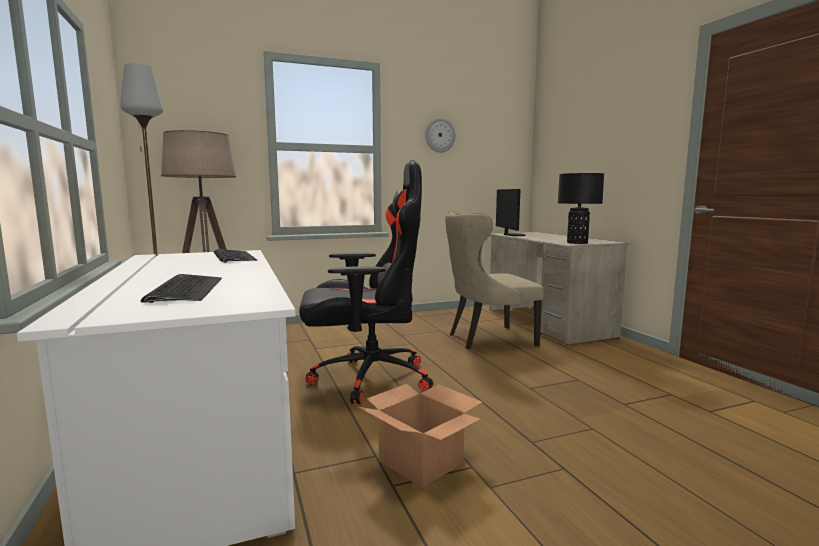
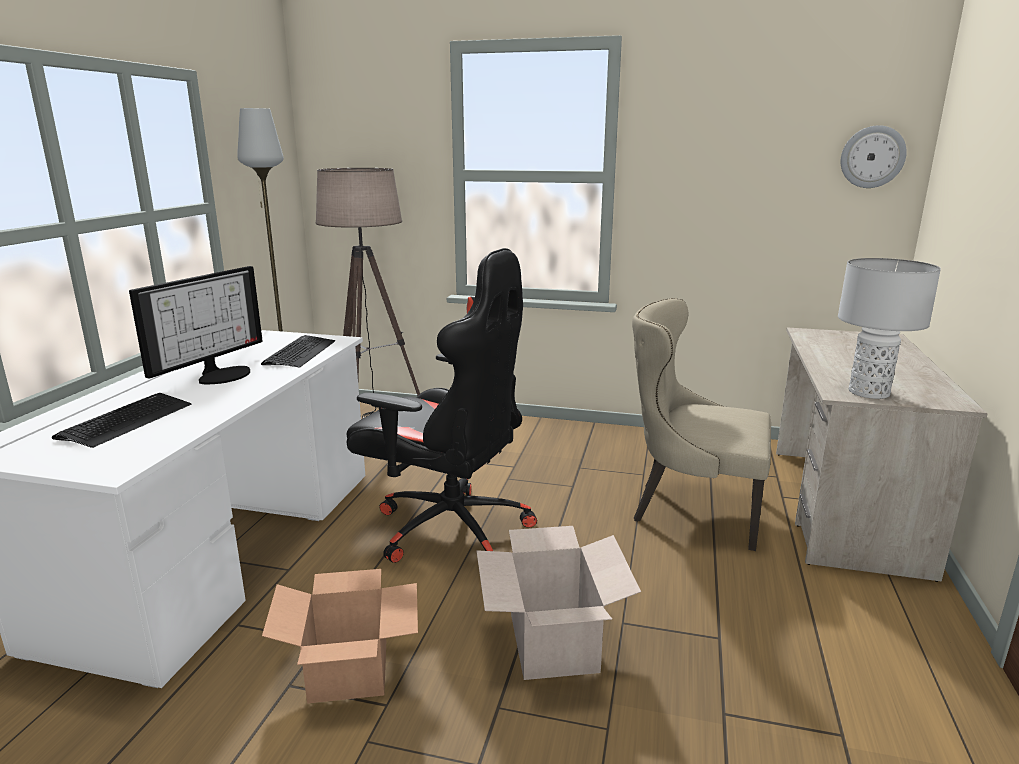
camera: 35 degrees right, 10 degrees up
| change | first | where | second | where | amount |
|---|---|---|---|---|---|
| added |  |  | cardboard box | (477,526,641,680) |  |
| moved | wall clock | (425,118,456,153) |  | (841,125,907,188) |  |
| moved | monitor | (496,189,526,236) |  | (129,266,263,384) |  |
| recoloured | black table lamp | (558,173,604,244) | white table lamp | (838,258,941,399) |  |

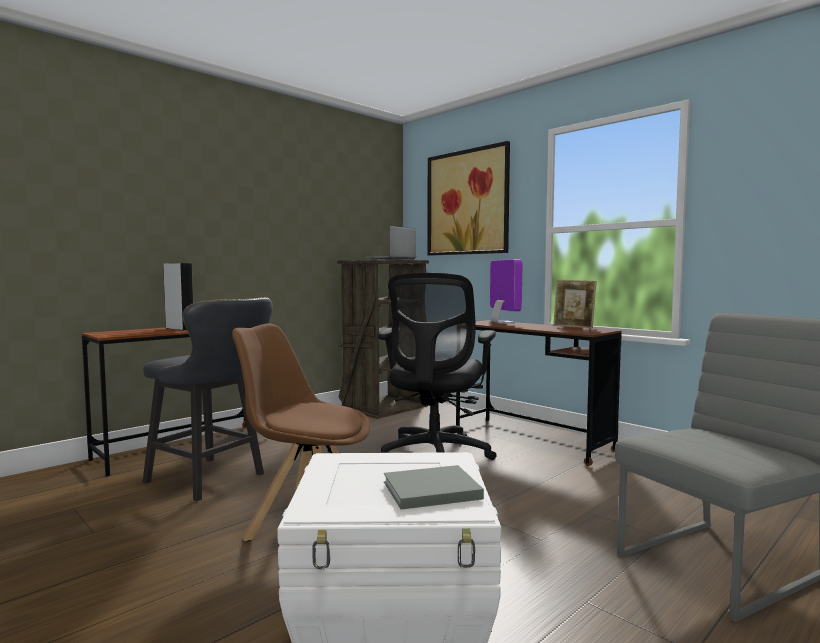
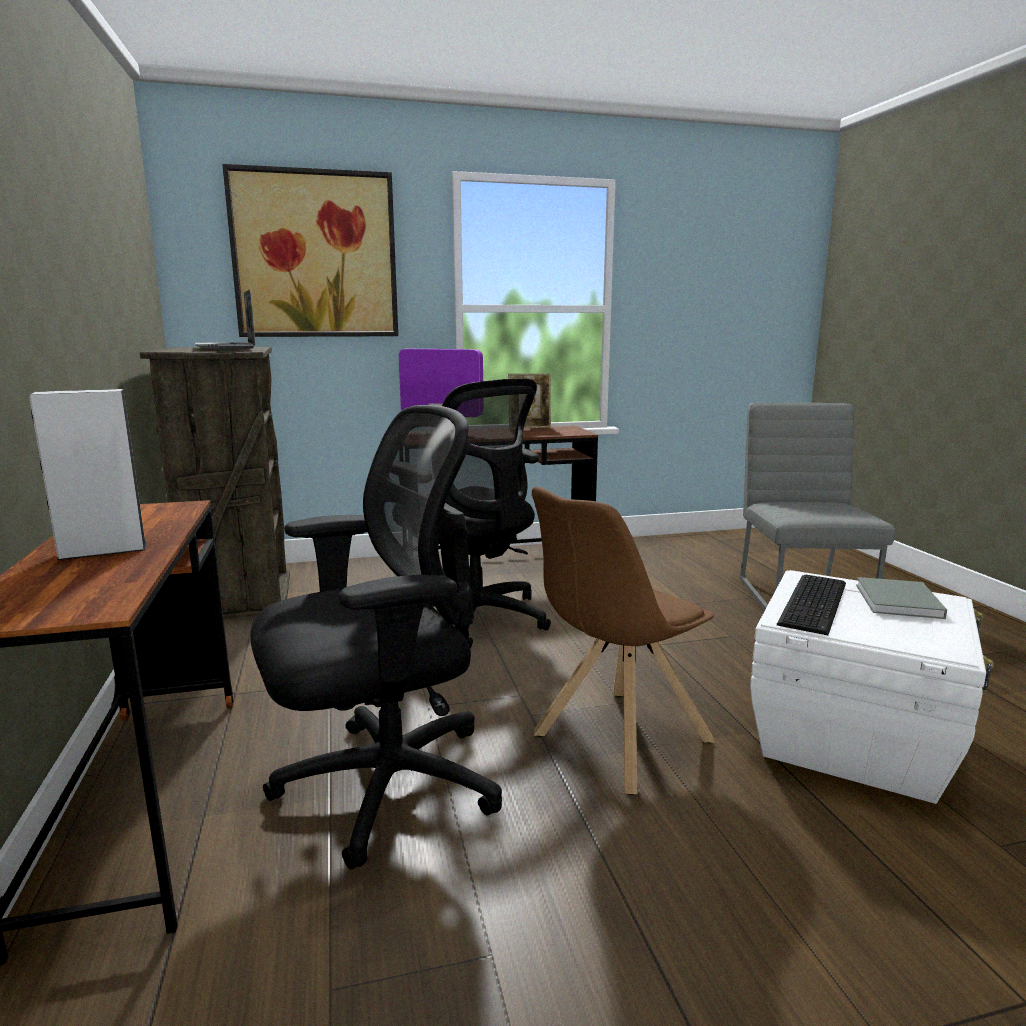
camera: 60 degrees left, 10 degrees up
| change | first | where | second | where | amount |
|---|---|---|---|---|---|
| added |  |  | keyboard | (777,575,846,635) |  |
| replaced | grey stool | (142,297,273,501) | black office chair | (251,405,502,870) |  |

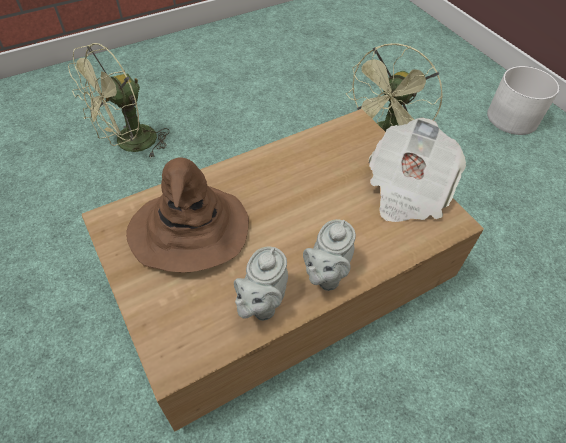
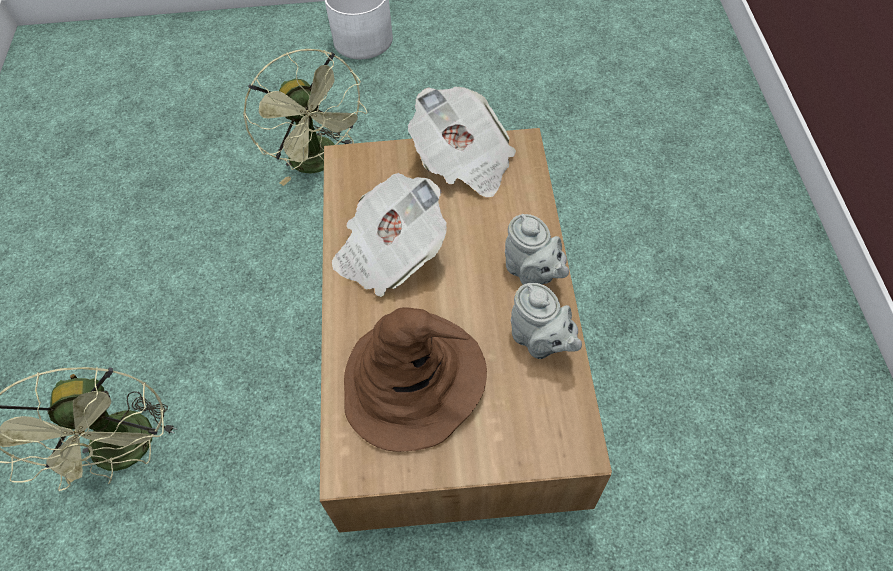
camera: 60 degrees left, 5 degrees up
| change | first | where | second | where | amount |
|---|---|---|---|---|---|
| added |  |  | newspaper | (332,173,447,297) |  |

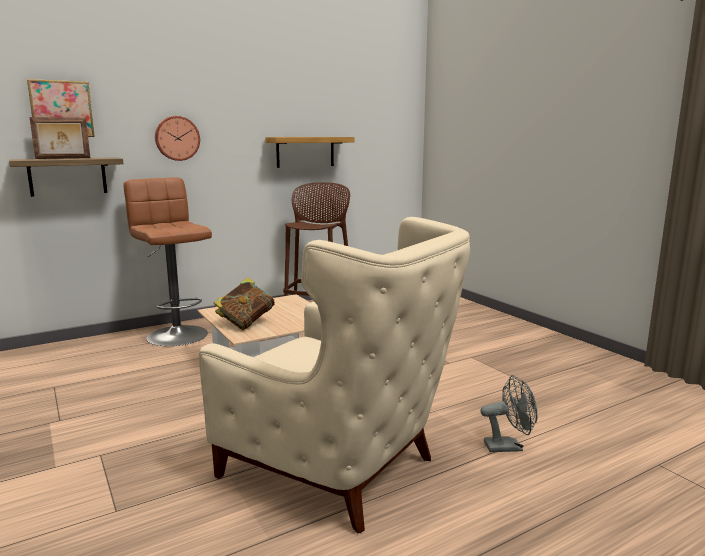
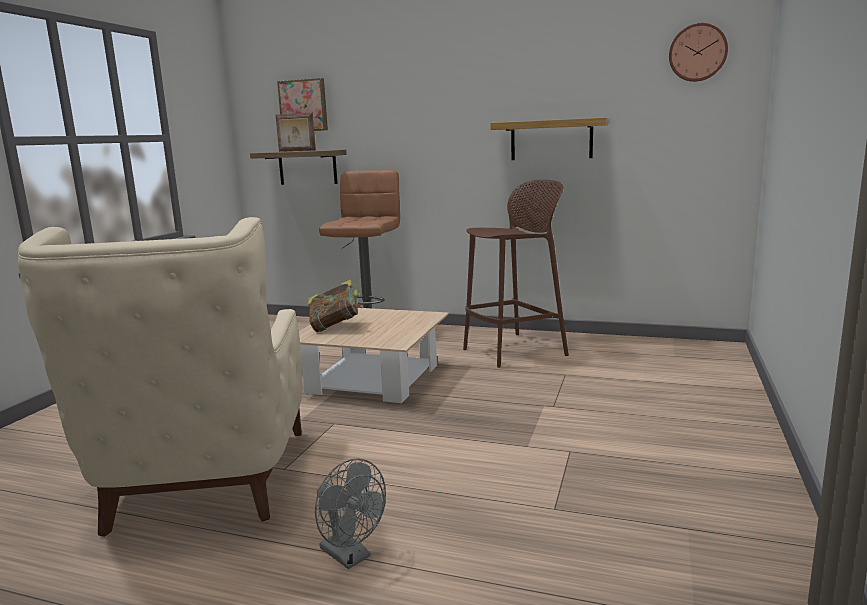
camera: 50 degrees right, 0 degrees up
| change | first | where | second | where | amount |
|---|---|---|---|---|---|
| moved | wall clock | (155,116,200,161) |  | (669,23,728,82) |  |

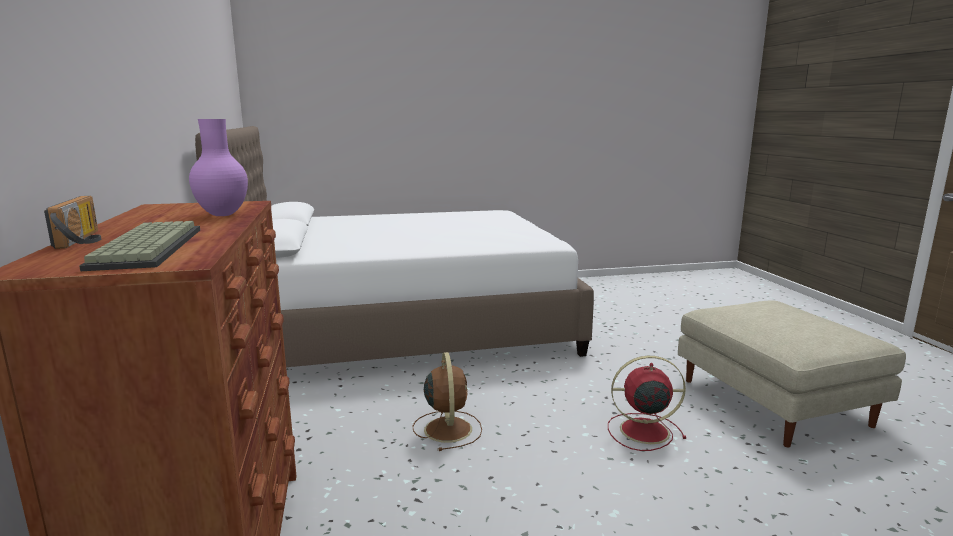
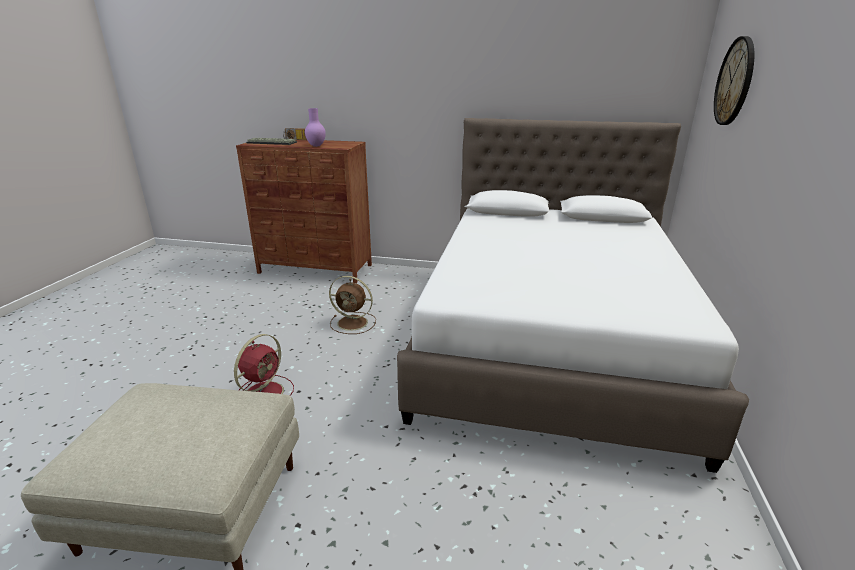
camera: 115 degrees right, 10 degrees up
| change | first | where | second | where | amount |
|---|---|---|---|---|---|
| added |  |  | wall clock | (714,36,755,125) |  |

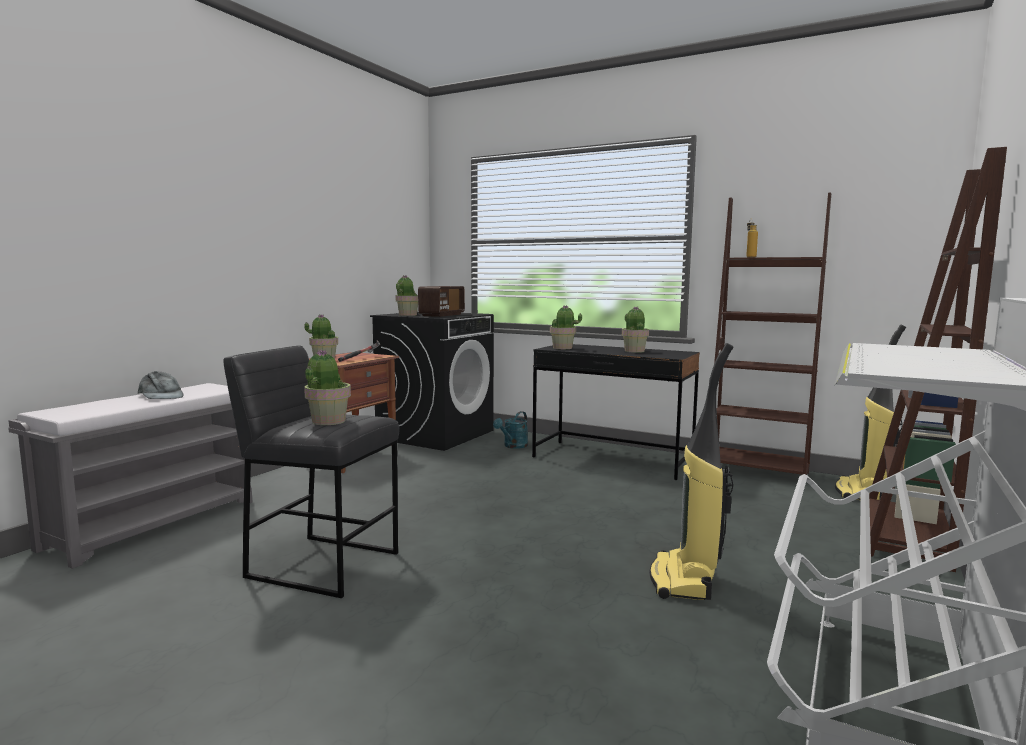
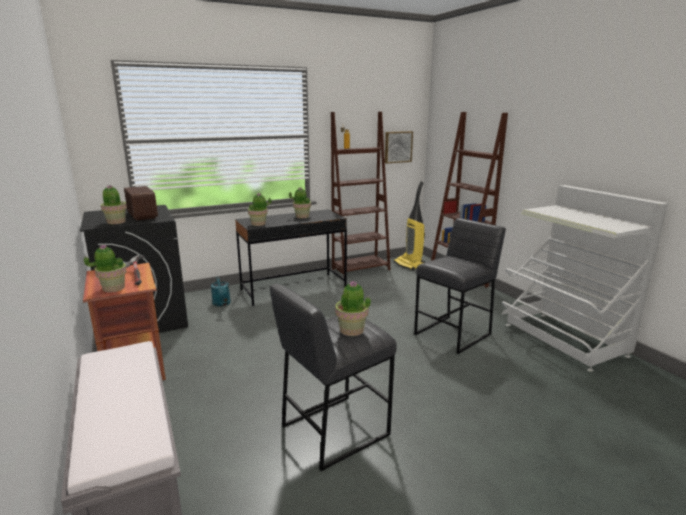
camera: 55 degrees left, 10 degrees up
| change | first | where | second | where | amount |
|---|---|---|---|---|---|
| removed | grey cap | (138,371,184,399) |  |  |  |
| added |  |  | picture | (385,131,413,163) |  |
| replaced | vacuum cleaner | (649,343,733,600) | grey stool | (414,218,506,354) |  |

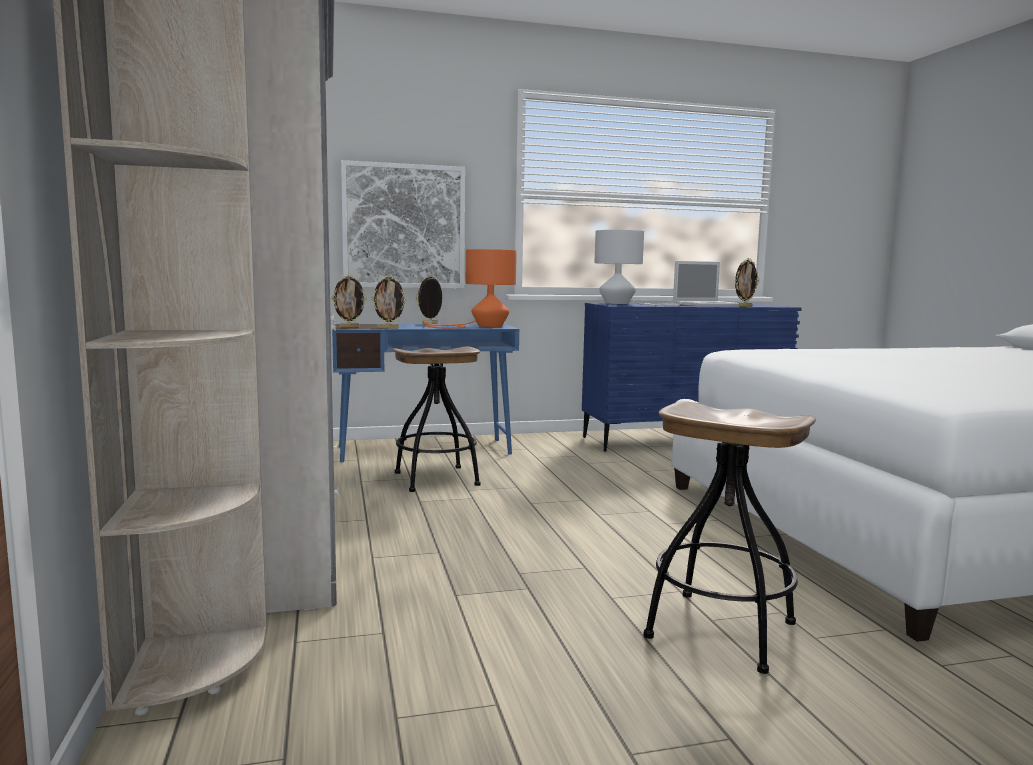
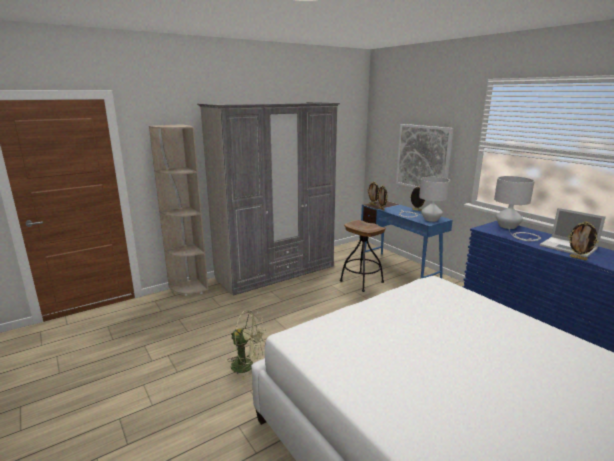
camera: 70 degrees right, 10 degrees up
| change | first | where | second | where | amount |
|---|---|---|---|---|---|
| replaced | brown stool | (644,401,816,674) | green fan | (227,310,266,380) |  |
| recoloured | orange table lamp | (423,249,517,328) | white table lamp | (399,177,450,222) |  |

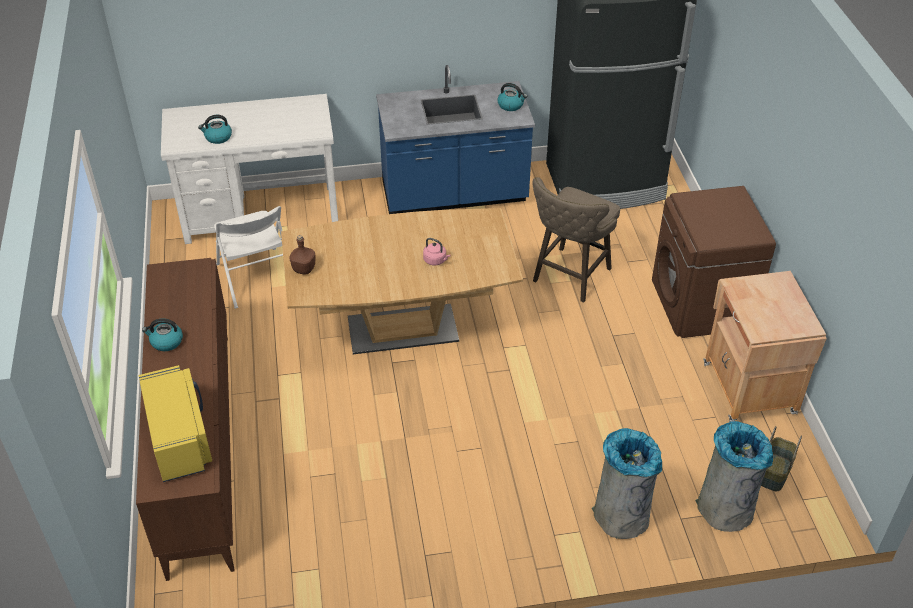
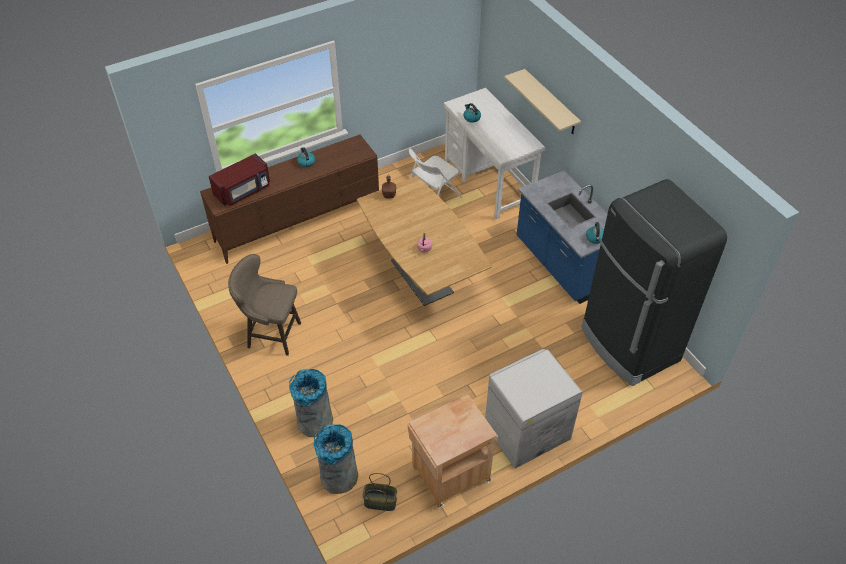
camera: 70 degrees right, 5 degrees up
| change | first | where | second | where | amount |
|---|---|---|---|---|---|
| added |  |  | beige shelf | (504,69,581,134) |  |
| moved | beige stool | (533,177,620,303) |  | (228,254,301,356) |  |
| recoloured | yellow microwave | (139,365,212,482) | red microwave | (209,153,270,206) |  |
| recoloured | brown washing machine | (652,186,776,338) | white washing machine | (485,349,583,469) |  |

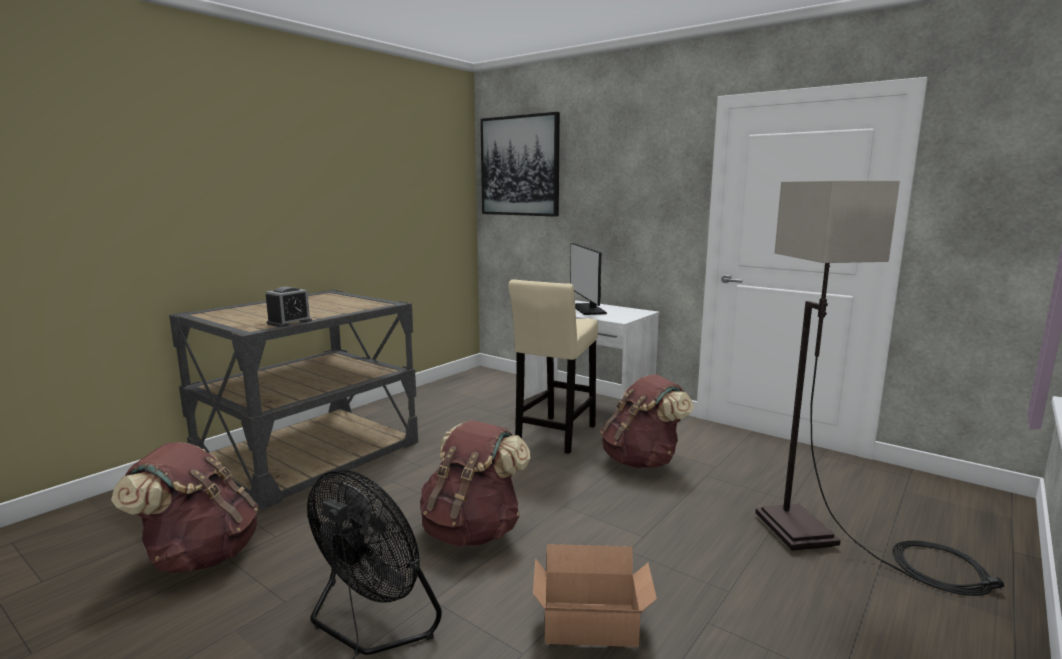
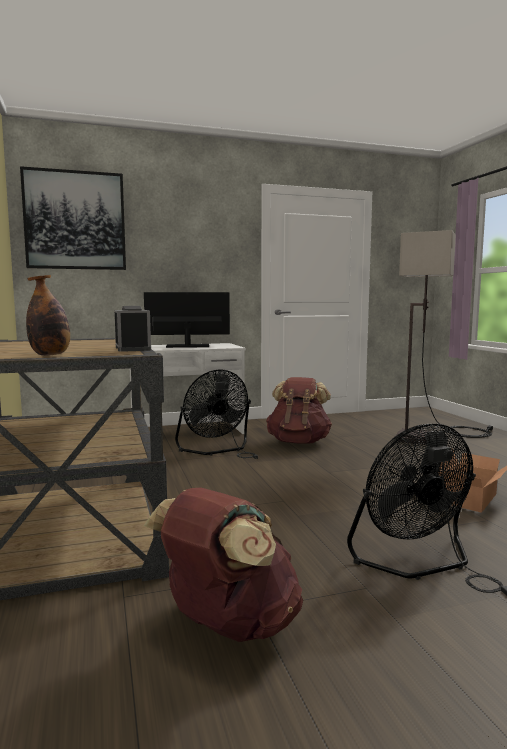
camera: 55 degrees left, 5 degrees down
| change | first | where | second | where | amount |
|---|---|---|---|---|---|
| removed | brown backpack | (420,420,531,547) |  |  |  |
| added |  |  | bottle | (26,275,70,356) |  |
| replaced | beige stool | (508,279,598,454) | black fan | (175,370,258,459) |  |
| turned | monitor | (570,243,607,315) |  | (144,292,230,348) | 150 degrees clockwise |

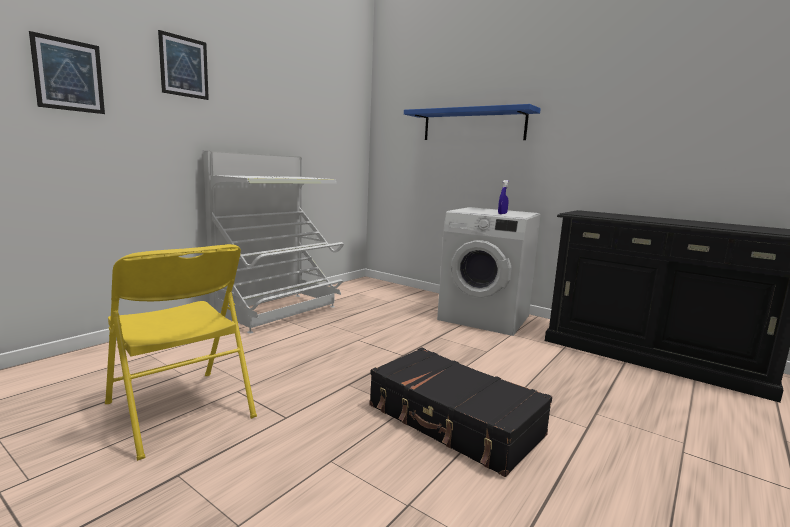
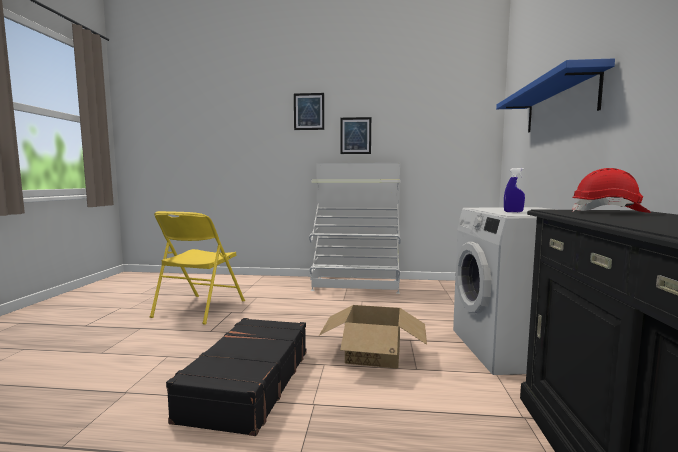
camera: 60 degrees right, 5 degrees down
| change | first | where | second | where | amount |
|---|---|---|---|---|---|
| added |  |  | cardboard box | (319,305,427,368) |  |
| added |  |  | red hard hat | (572,168,651,213) |  |
| moved | picture | (29,31,105,114) |  | (340,117,371,154) |  |

